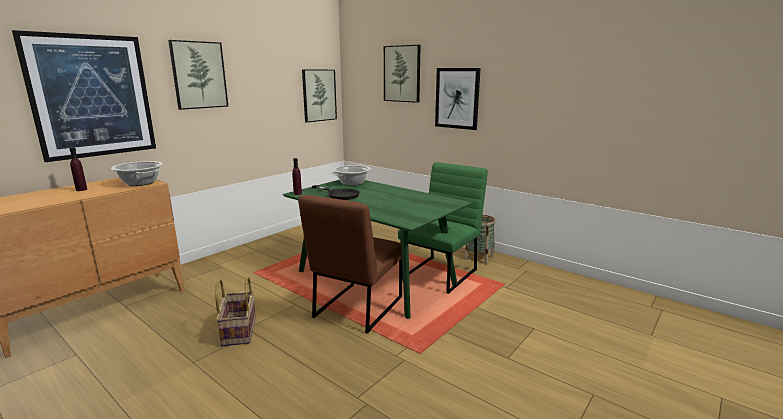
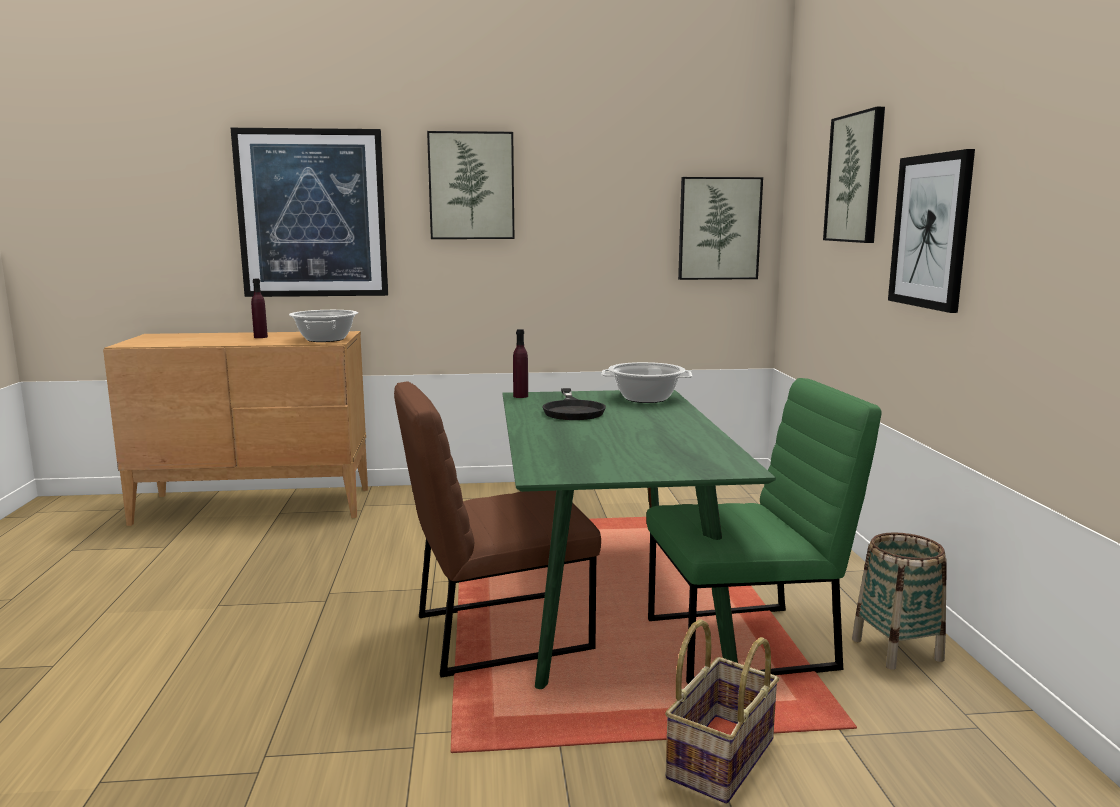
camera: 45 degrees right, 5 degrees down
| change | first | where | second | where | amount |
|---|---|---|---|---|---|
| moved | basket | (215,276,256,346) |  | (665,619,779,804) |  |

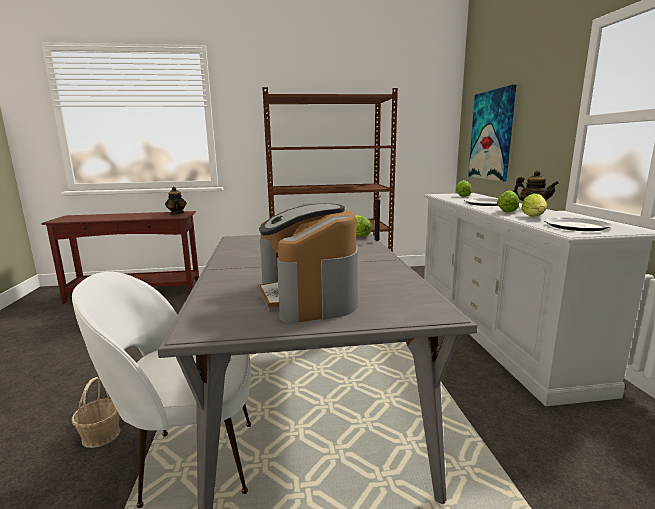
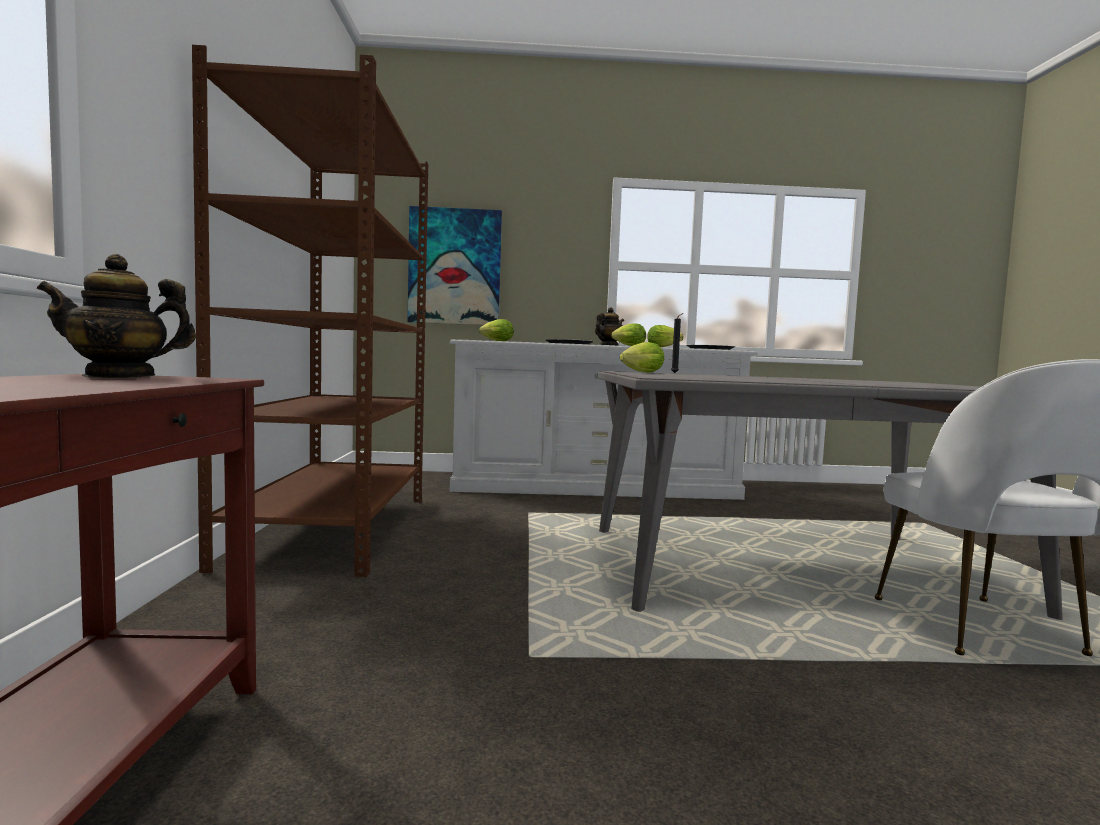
camera: 85 degrees left, 10 degrees down
| change | first | where | second | where | amount |
|---|---|---|---|---|---|
| removed | basket | (72,377,120,448) |  |  |  |
| removed | coffee machine | (259,203,358,324) |  |  |  |

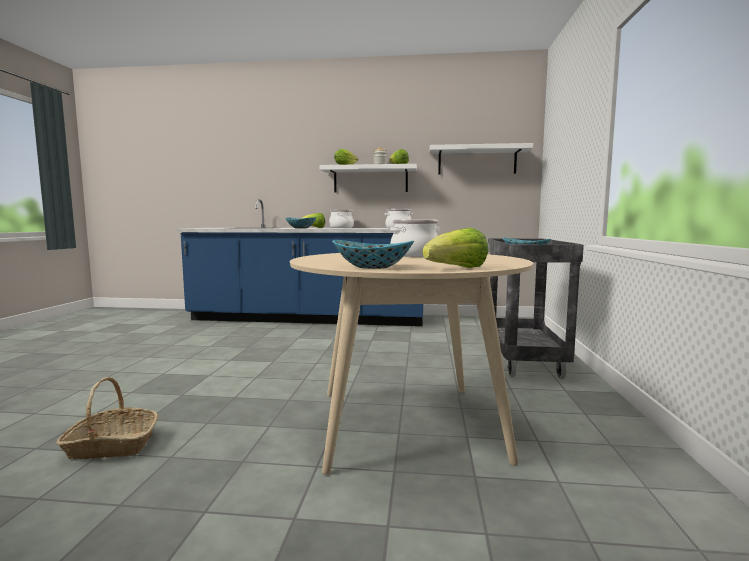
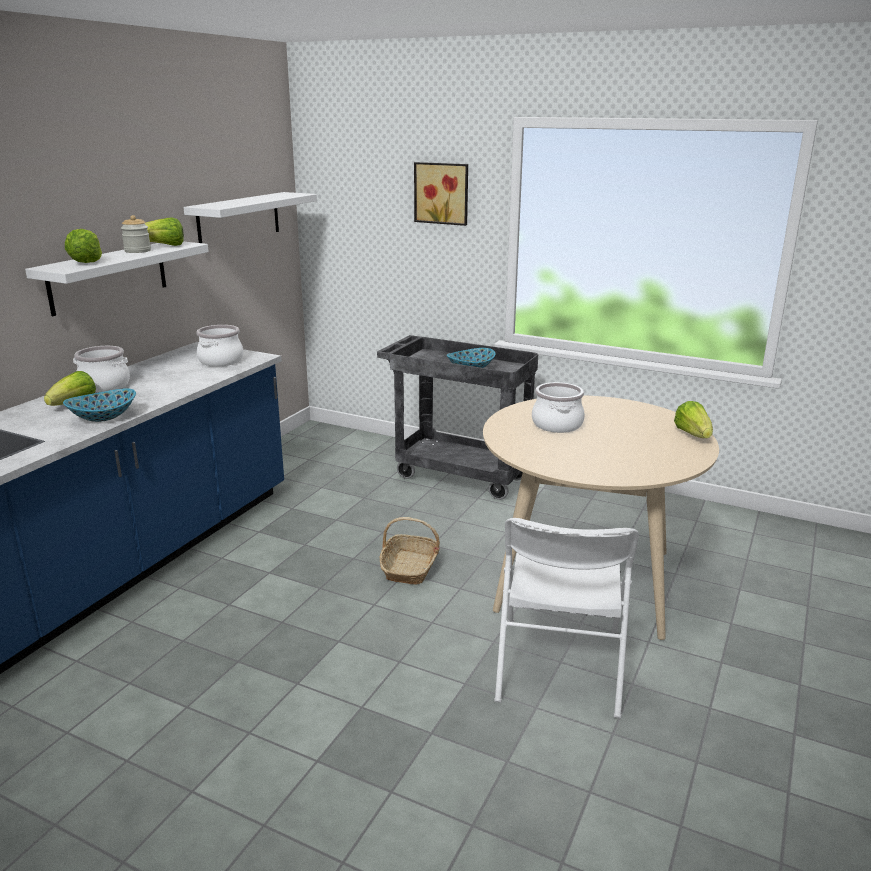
camera: 70 degrees left, 15 degrees up
| change | first | where | second | where | amount |
|---|---|---|---|---|---|
| removed | bowl | (332,240,414,269) |  |  |  |
| added |  |  | picture | (414,162,468,226) |  |
| added |  |  | white chair | (494,518,639,719) |  |
| moved | basket | (56,377,158,459) |  | (380,517,440,585) |  |

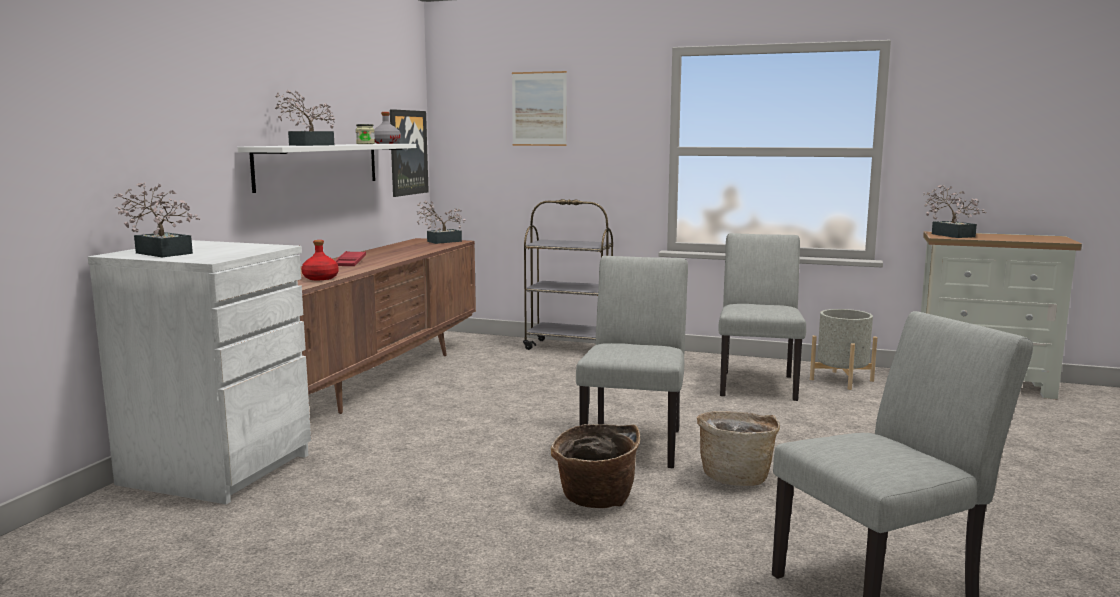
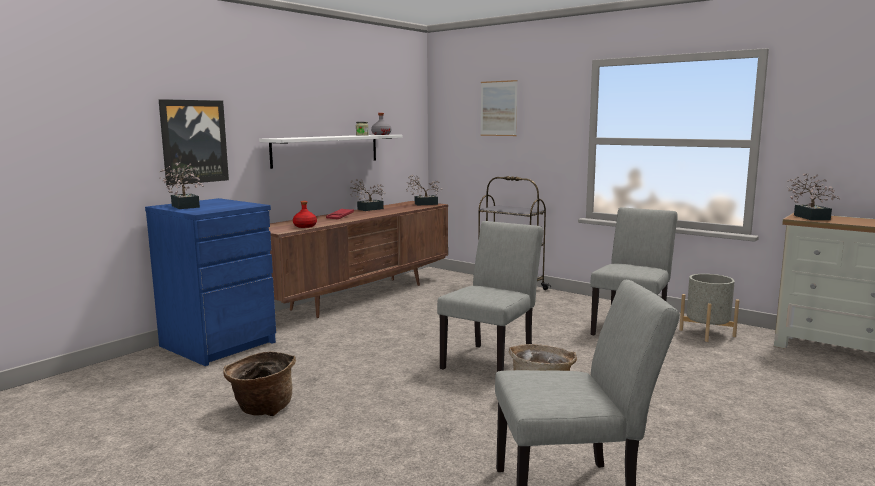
camera: 20 degrees right, 0 degrees up
| change | first | where | second | where | amount |
|---|---|---|---|---|---|
| moved | potted plant | (274,89,335,146) |  | (350,179,386,211) |  |
| moved | picture | (390,109,429,197) |  | (159,99,229,186) |  |
| moved | basket | (551,424,640,508) |  | (223,351,296,416) |  |
| recoloured | white dresser | (88,240,311,504) | blue dresser | (145,198,276,366) |  |

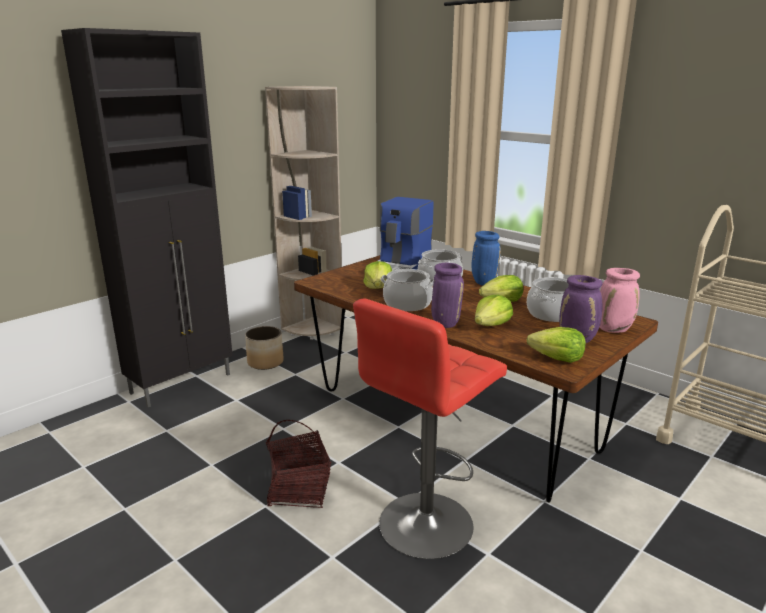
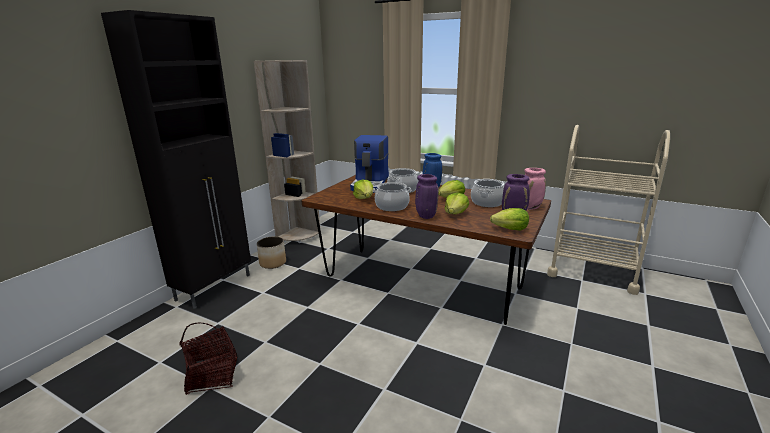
camera: 15 degrees left, 0 degrees up
| change | first | where | second | where | amount |
|---|---|---|---|---|---|
| removed | red stool | (353,299,507,559) |  |  |  |
| moved | basket | (266,420,331,508) |  | (179,323,238,395) |  |

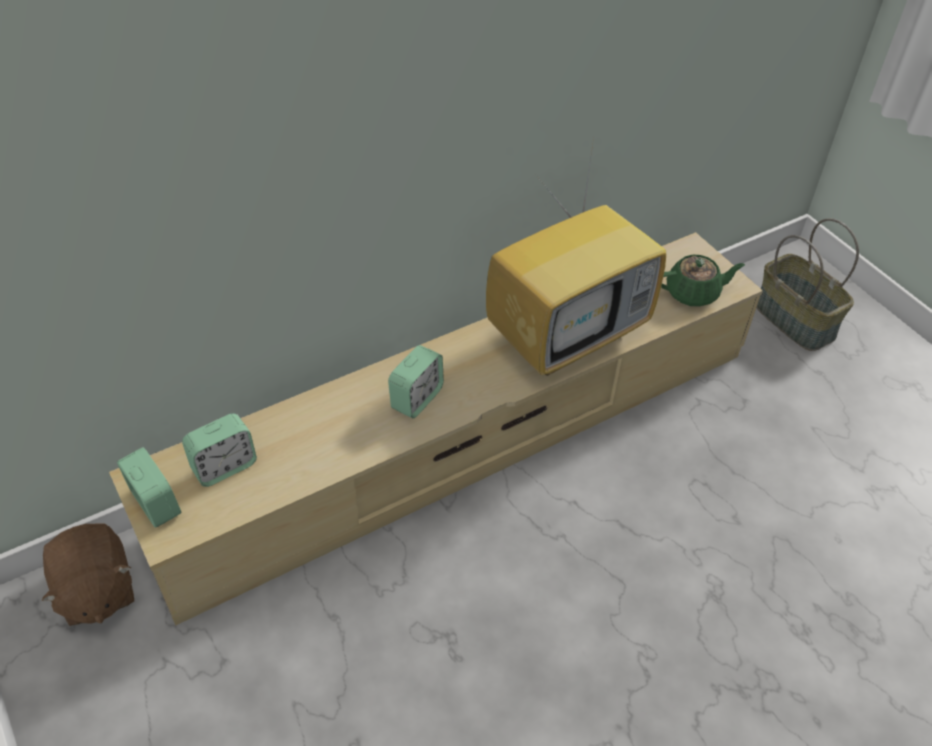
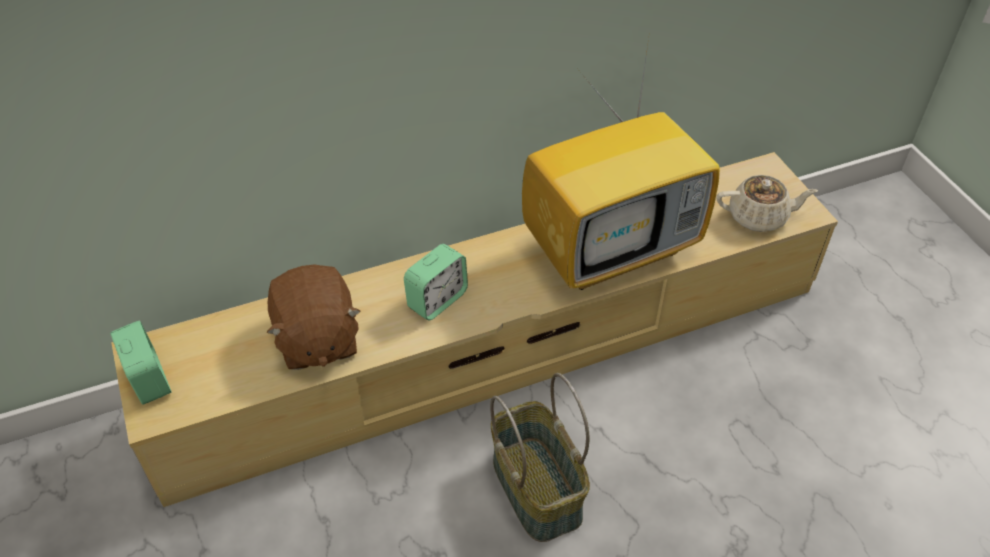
camera: 10 degrees right, 0 degrees up
| change | first | where | second | where | amount |
|---|---|---|---|---|---|
| removed | alarm clock | (182,413,257,487) |  |  |  |
| moved | brown plush toy | (42,524,134,626) |  | (267,264,361,370) |  |
| moved | basket | (756,218,859,351) |  | (490,373,590,542) |  |
| recoloured | green teapot | (661,255,745,307) | beige teapot | (717,175,818,232) |  |

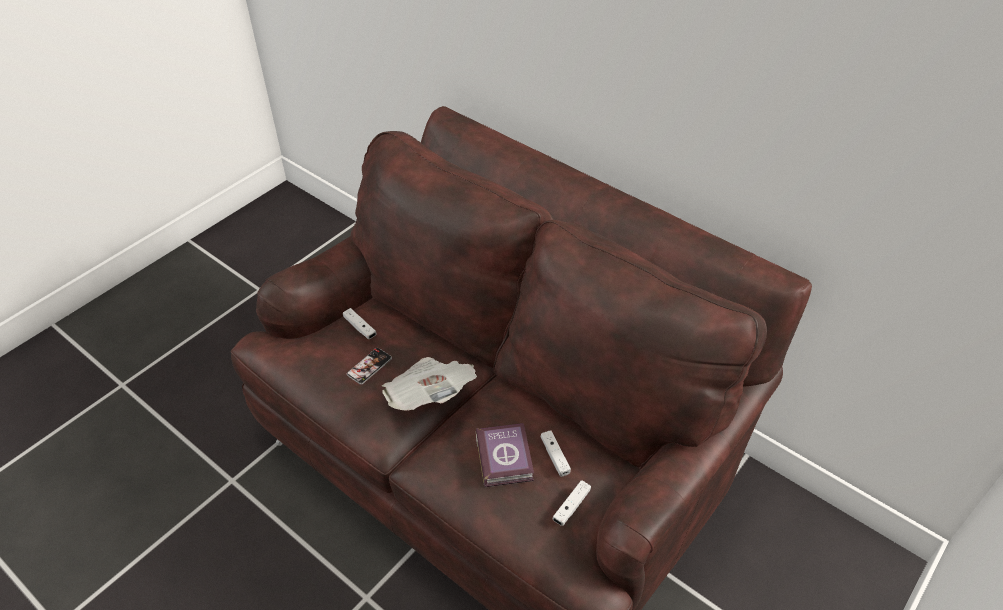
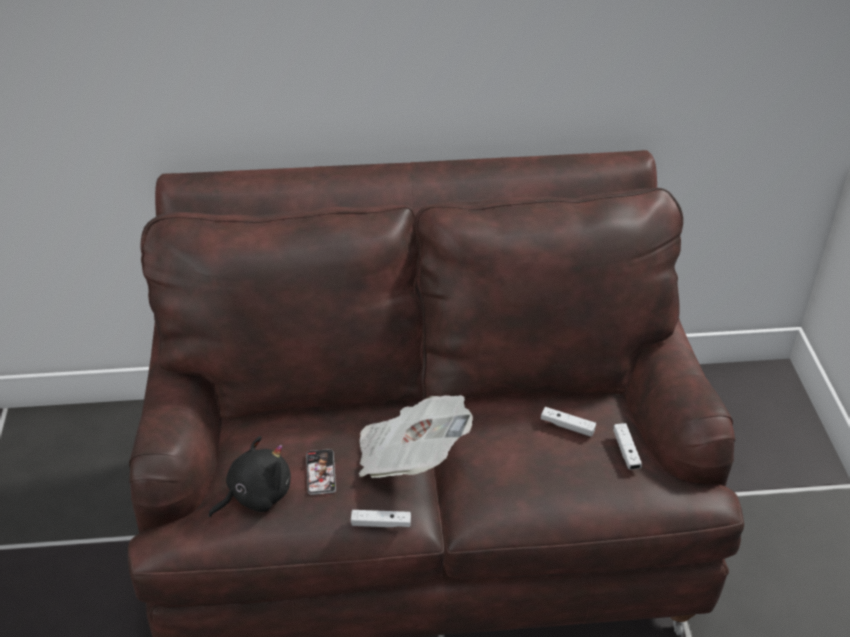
camera: 45 degrees left, 5 degrees down
| change | first | where | second | where | amount |
|---|---|---|---|---|---|
| removed | book | (476,423,534,487) |  |  |  |
| added |  |  | black plush toy | (208,436,291,517) |  |
| moved | white game controller | (343,308,377,339) |  | (351,510,411,527) |  |

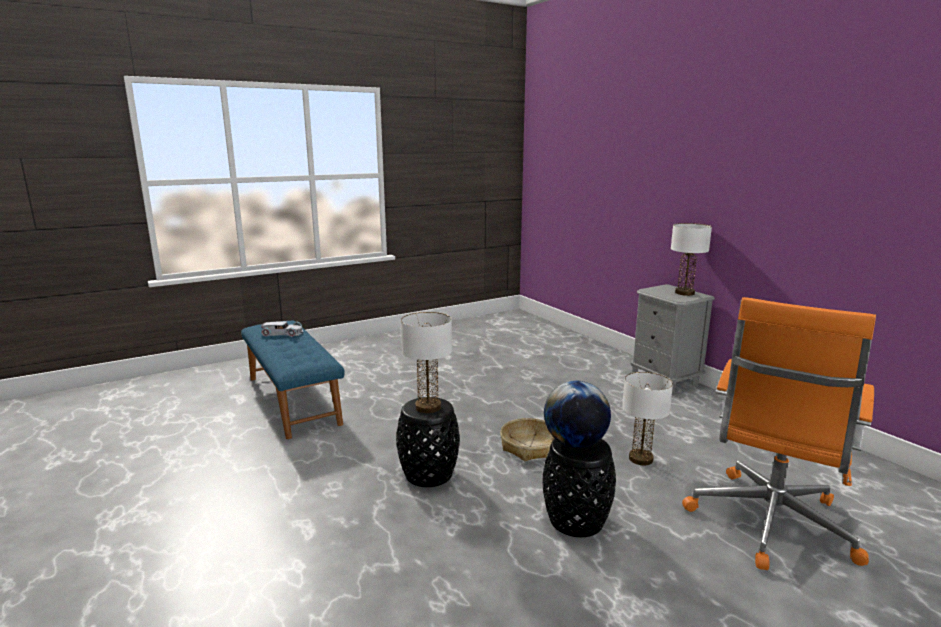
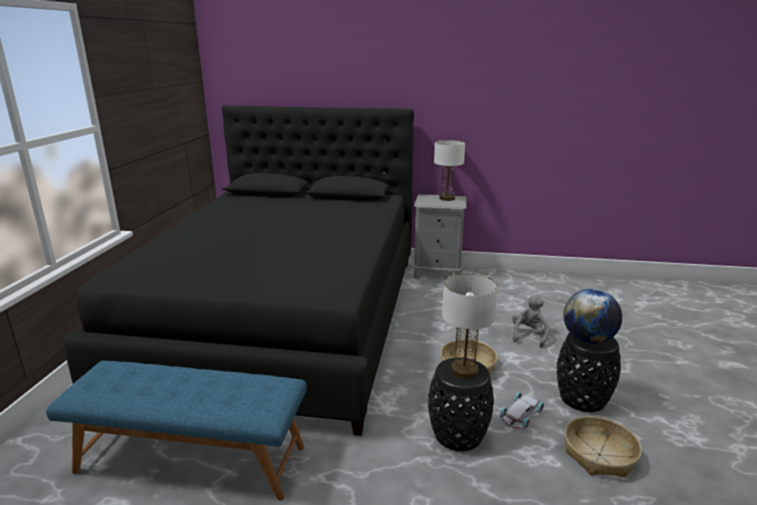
camera: 50 degrees left, 5 degrees up
| change | first | where | second | where | amount |
|---|---|---|---|---|---|
| removed | orange office chair | (682,297,876,570) |  |  |  |
| added |  |  | black bed | (62,105,414,436) |  |
| added |  |  | basket | (565,416,642,478) |  |
| moved | white toy car | (261,321,303,337) |  | (500,392,544,429) |  |
| replaced | table lamp | (622,372,673,465) | grey plush toy | (512,295,550,348) |  |

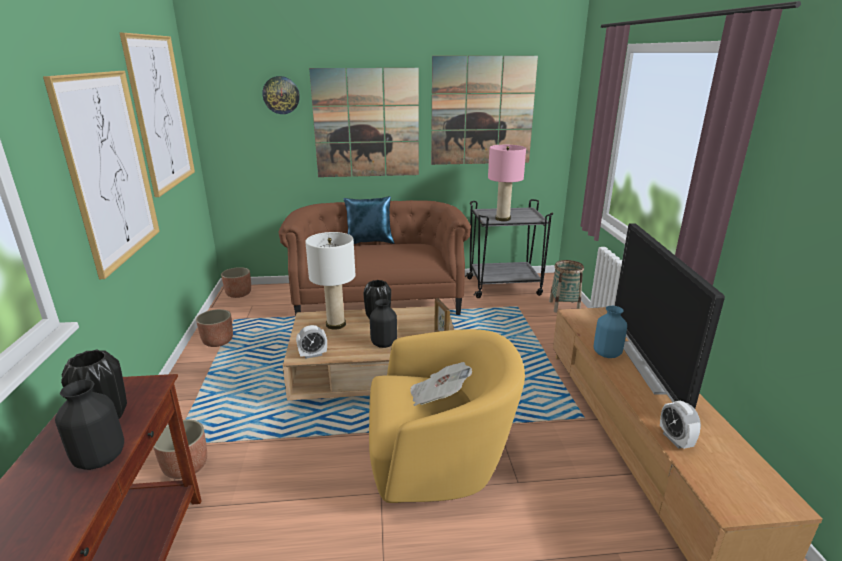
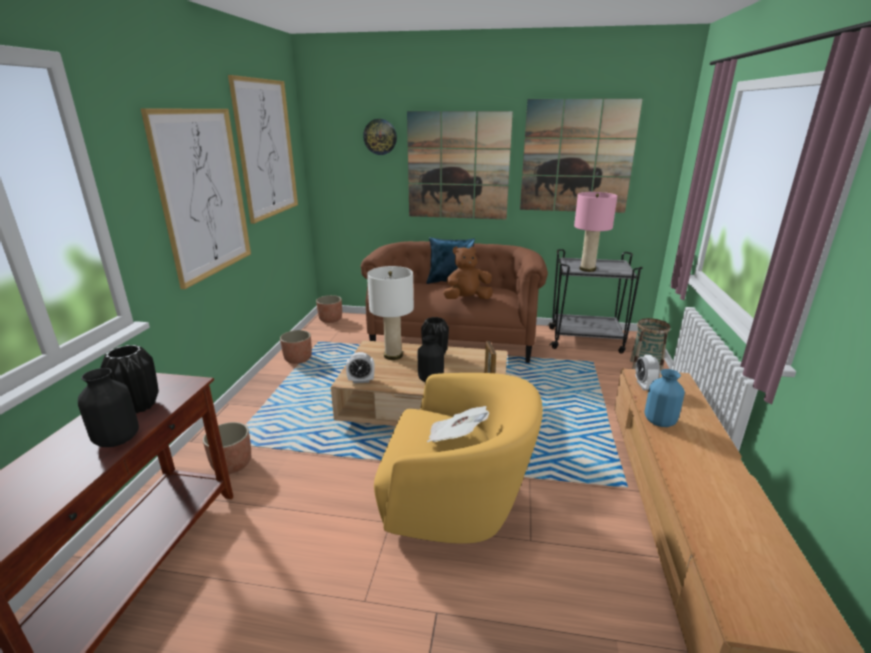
camera: 15 degrees right, 0 degrees up
| change | first | where | second | where | amount |
|---|---|---|---|---|---|
| removed | television | (615,224,725,409) |  |  |  |
| added |  |  | brown plush toy | (443,246,493,299) |  |
| moved | alarm clock | (660,401,701,449) |  | (636,355,660,390) |  |

